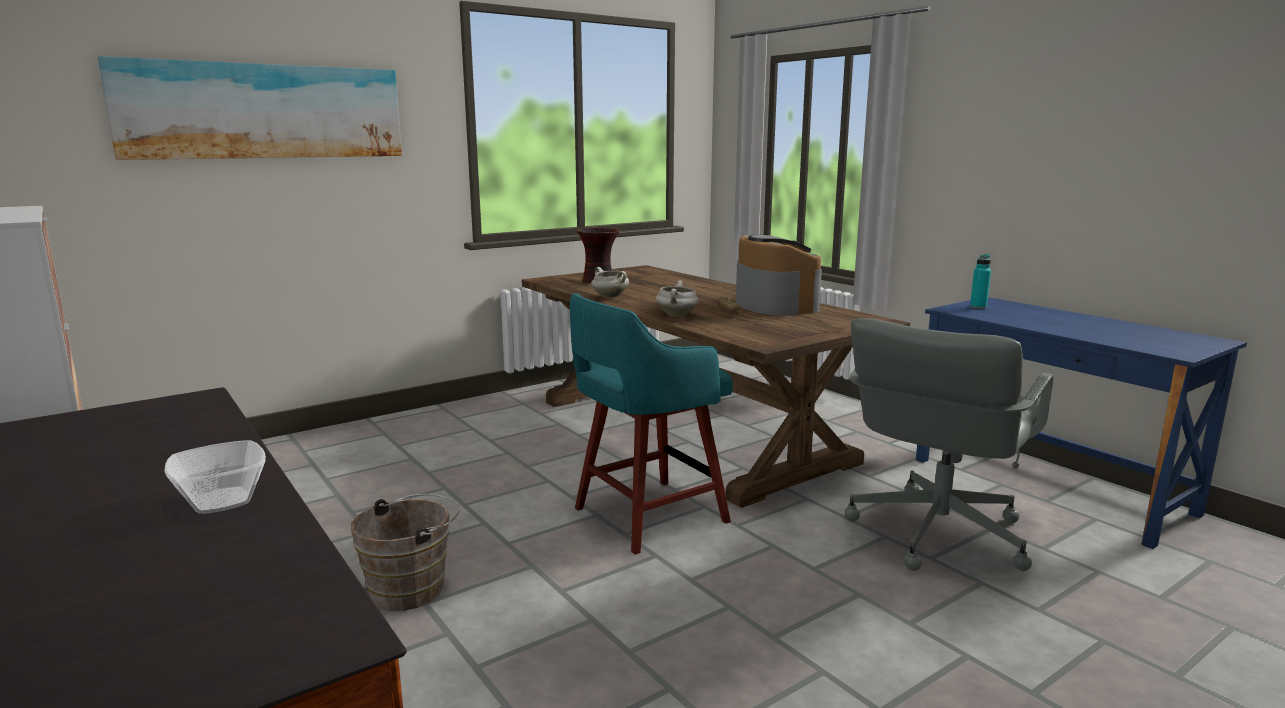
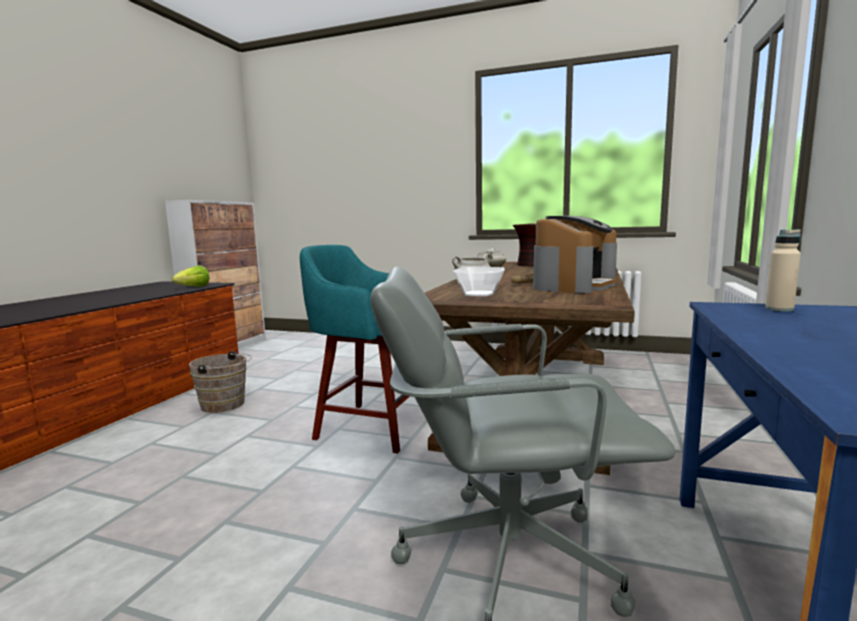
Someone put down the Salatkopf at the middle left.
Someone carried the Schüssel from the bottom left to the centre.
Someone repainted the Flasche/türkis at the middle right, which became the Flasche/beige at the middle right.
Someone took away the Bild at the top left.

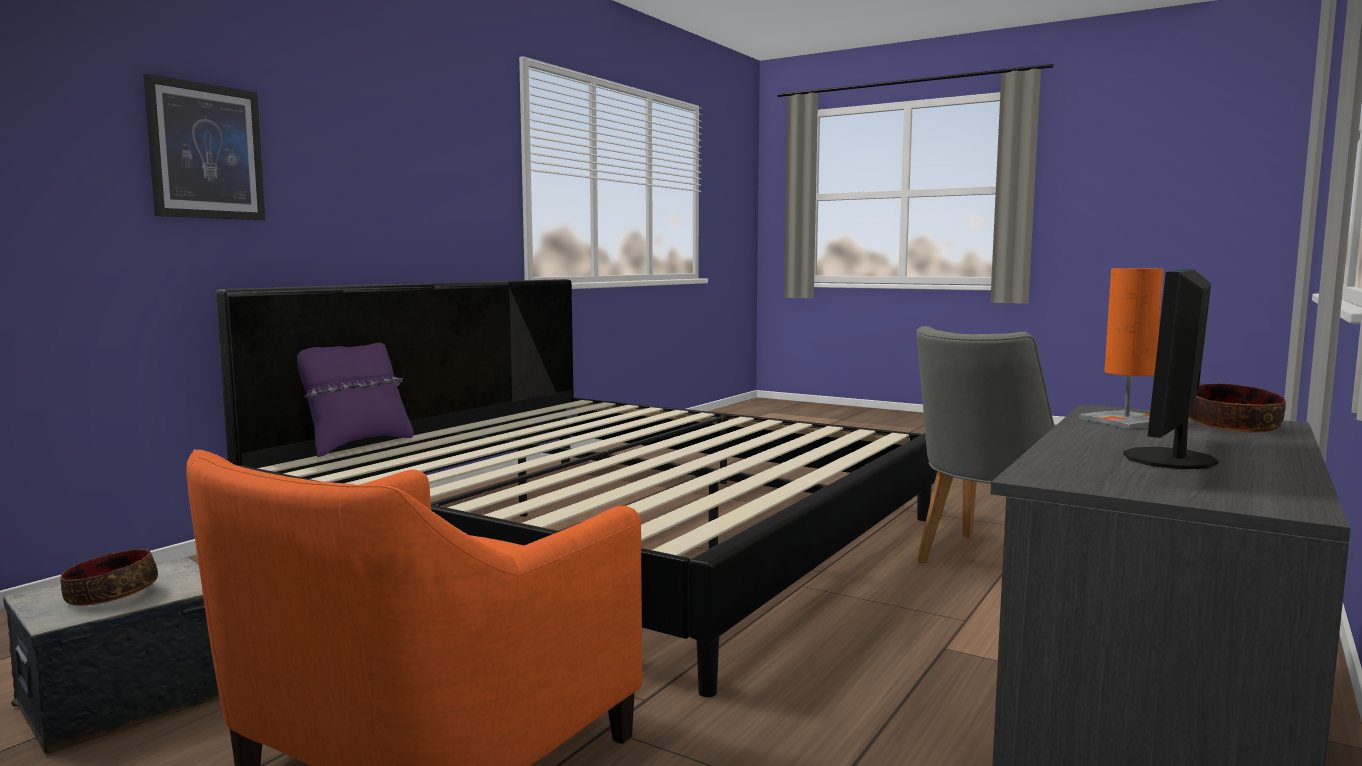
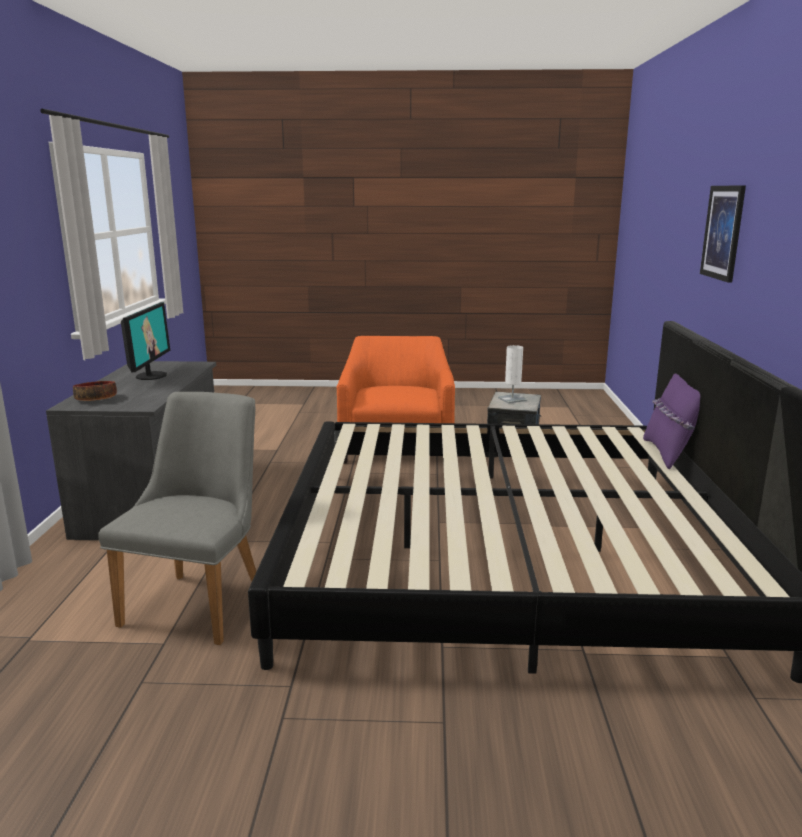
Someone swapped the Schüssel (1st from left) at the bottom left for the Tischlampe/weiß at the centre.
Someone took away the Tischlampe/orange at the middle right.

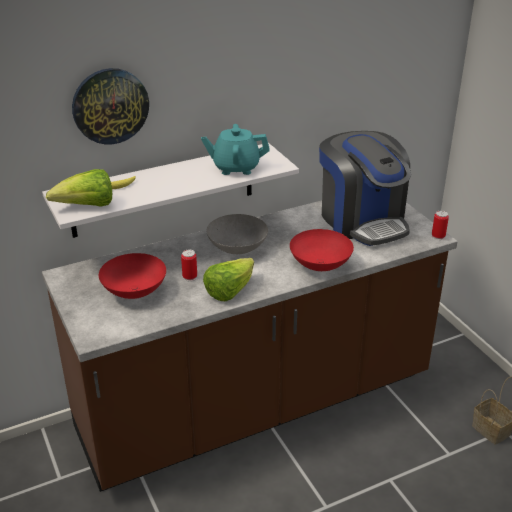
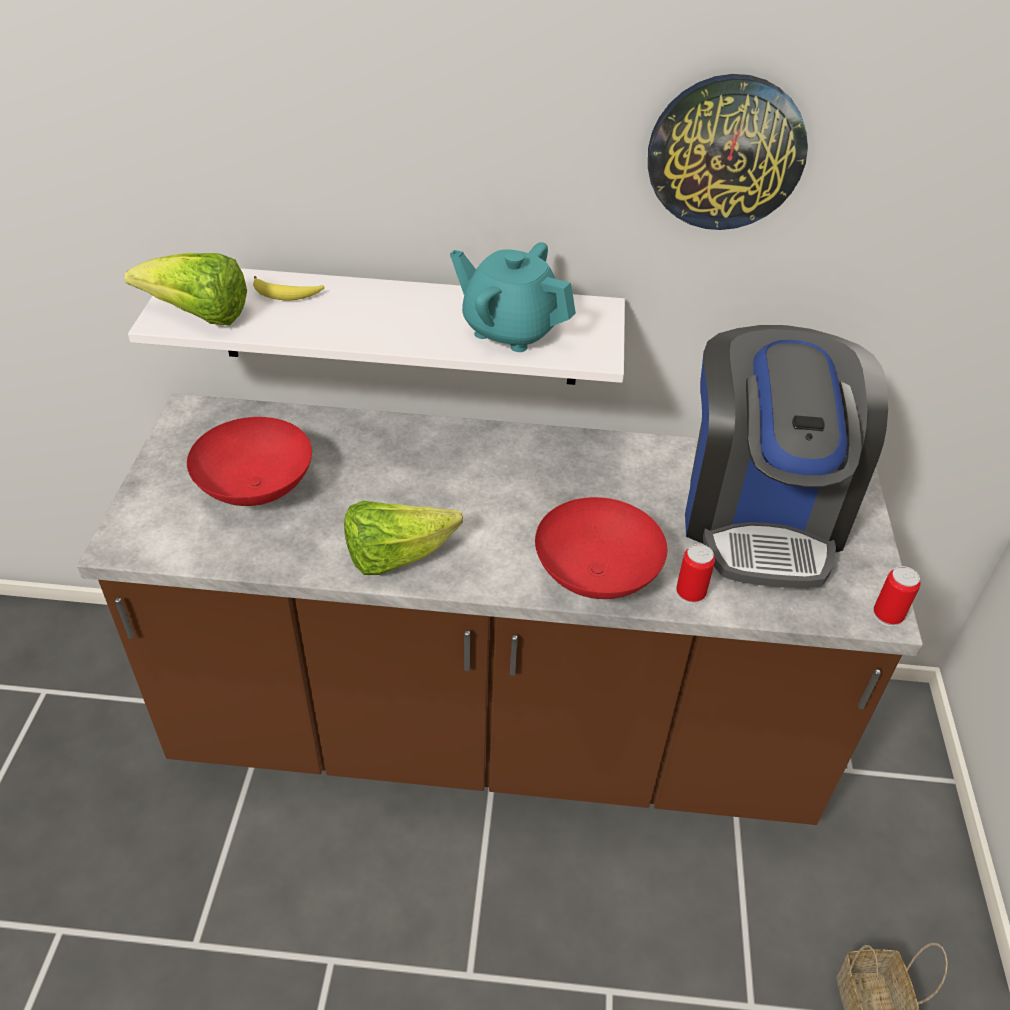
Someone carried the Wanduhr from the top left to the top right.
Someone carried the Dose (1st from left) from the centre to the middle right.
Someone took away the Schüssel/grau at the centre.

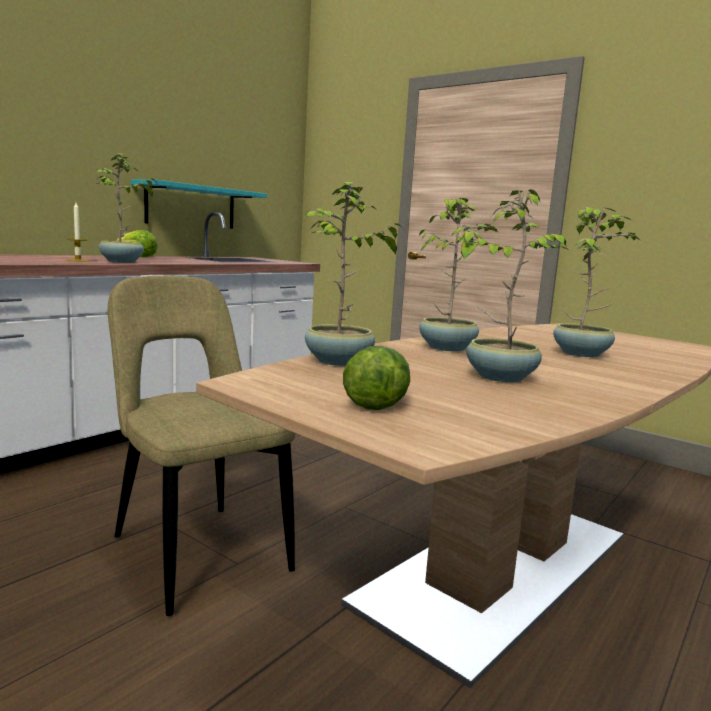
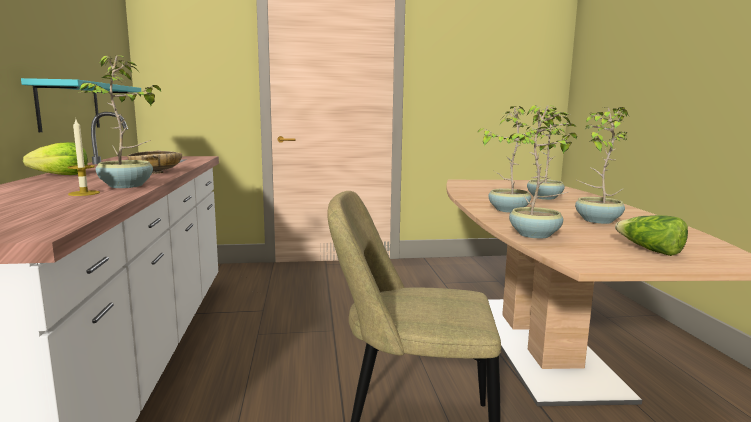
Someone put down the Schüssel/beige at the middle left.

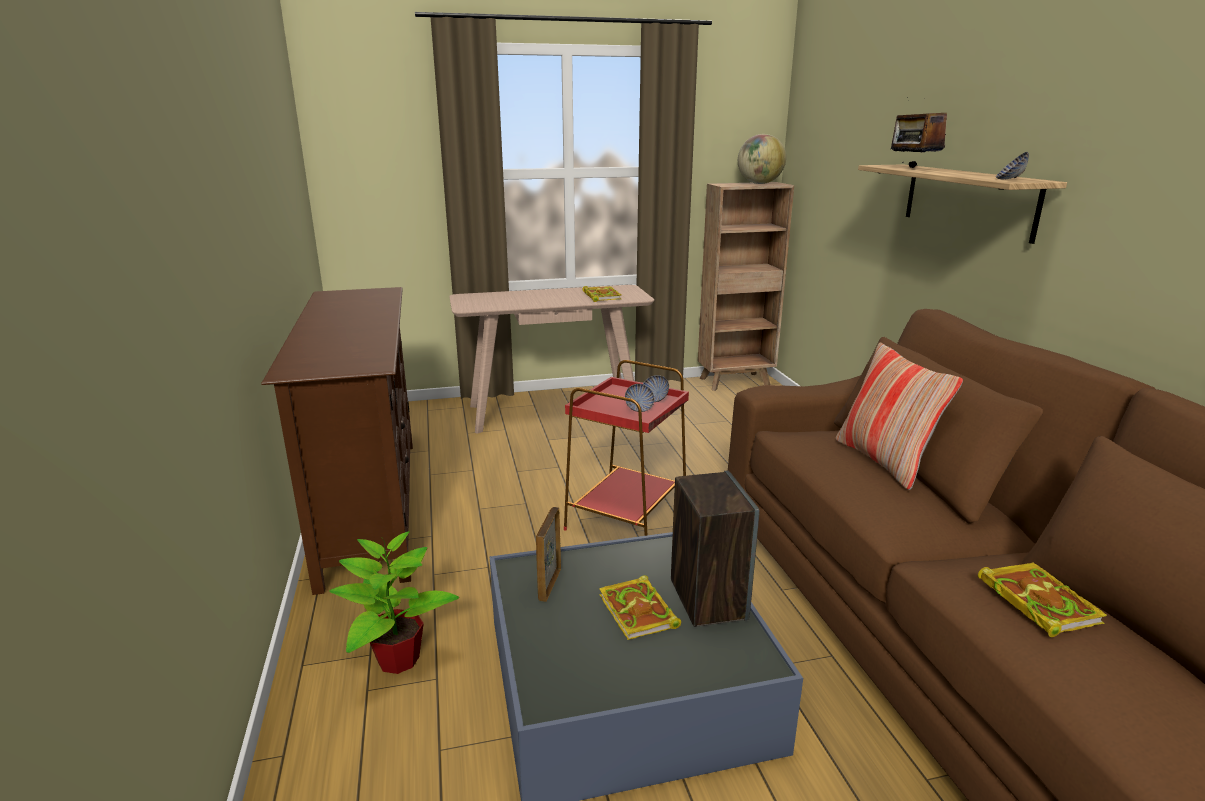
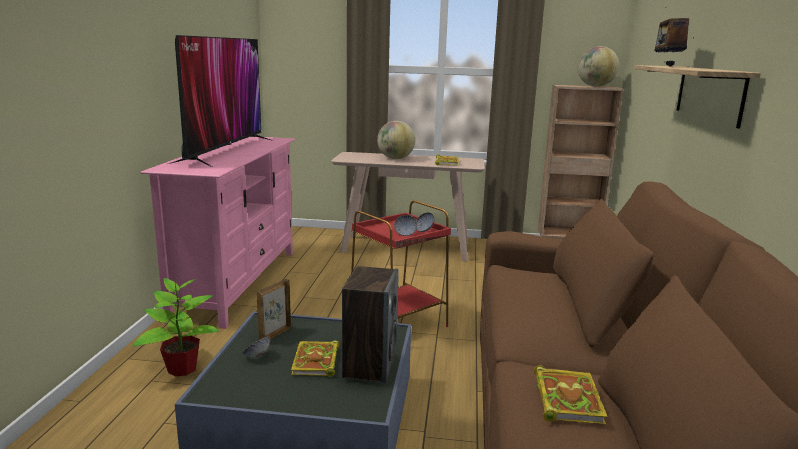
Someone repainted the Fernsehschrank/braun at the middle left, which became the Fernsehschrank/rosa at the middle left.
Someone put down the Fernseher at the top left.
Someone carried the Schüssel (3rd from left in the first image) from the top right to the bottom left.
Someone put down the Globus (1st from left) at the top centre.
Someone took away the Kissen at the middle right.

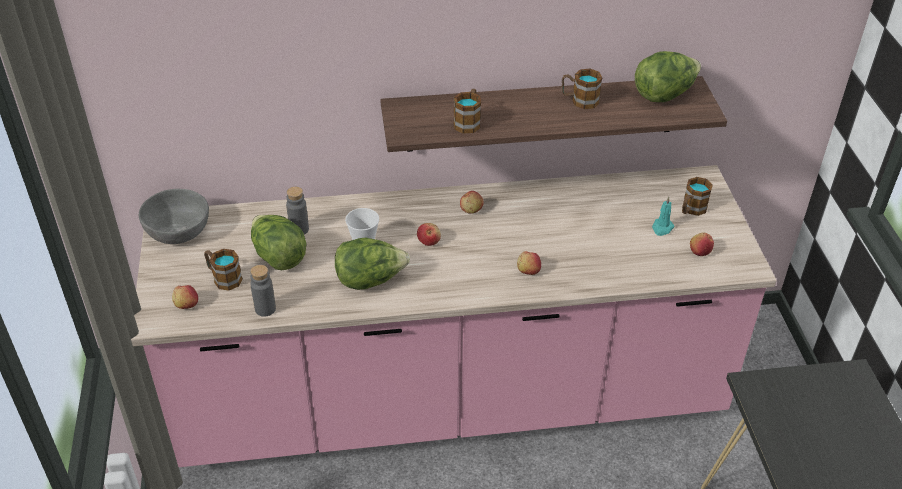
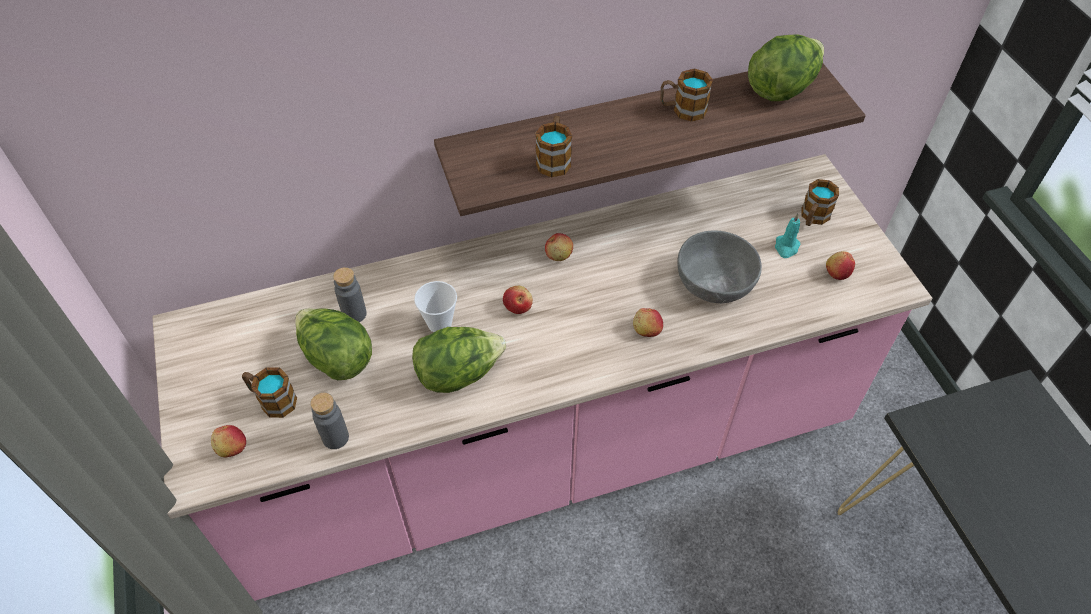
Someone carried the Schüssel/grau from the middle left to the centre.

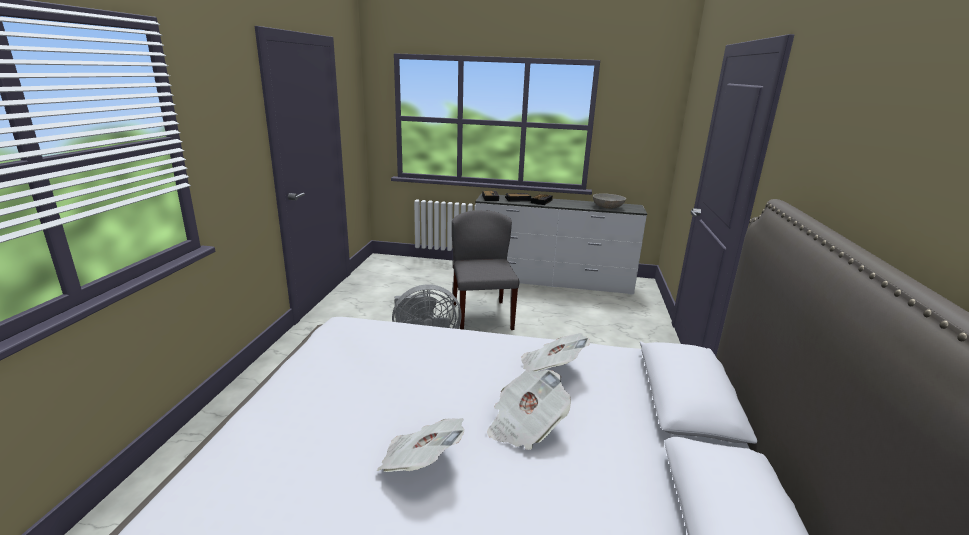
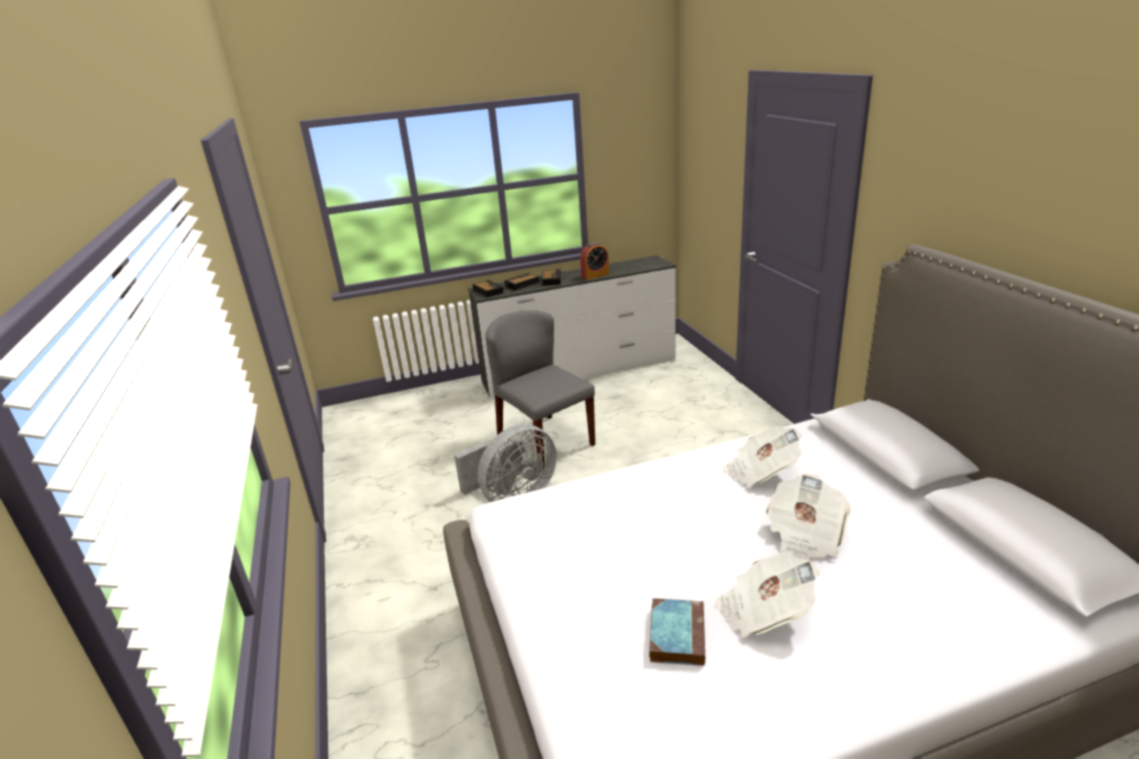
Someone put down the Wecker (4th from left) at the centre.
Someone put down the Buch at the bottom centre.
Someone took away the Schüssel/grau at the centre.

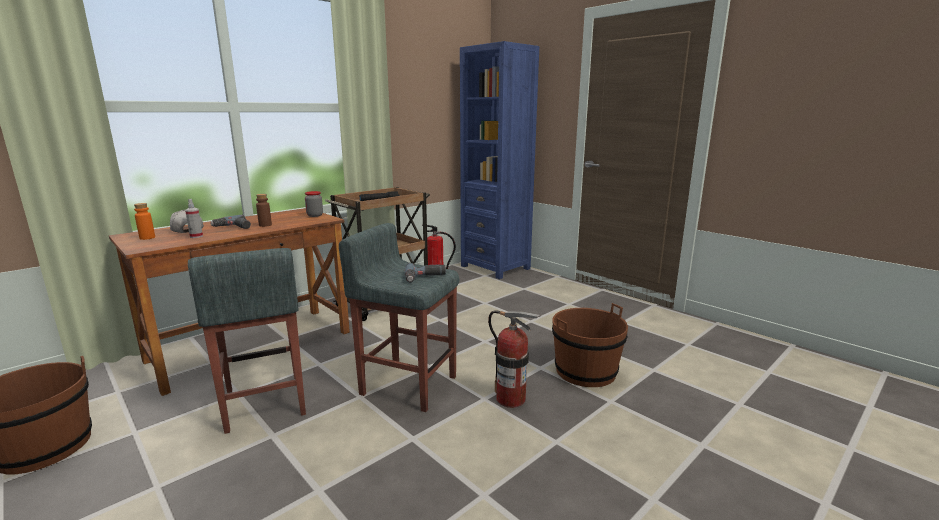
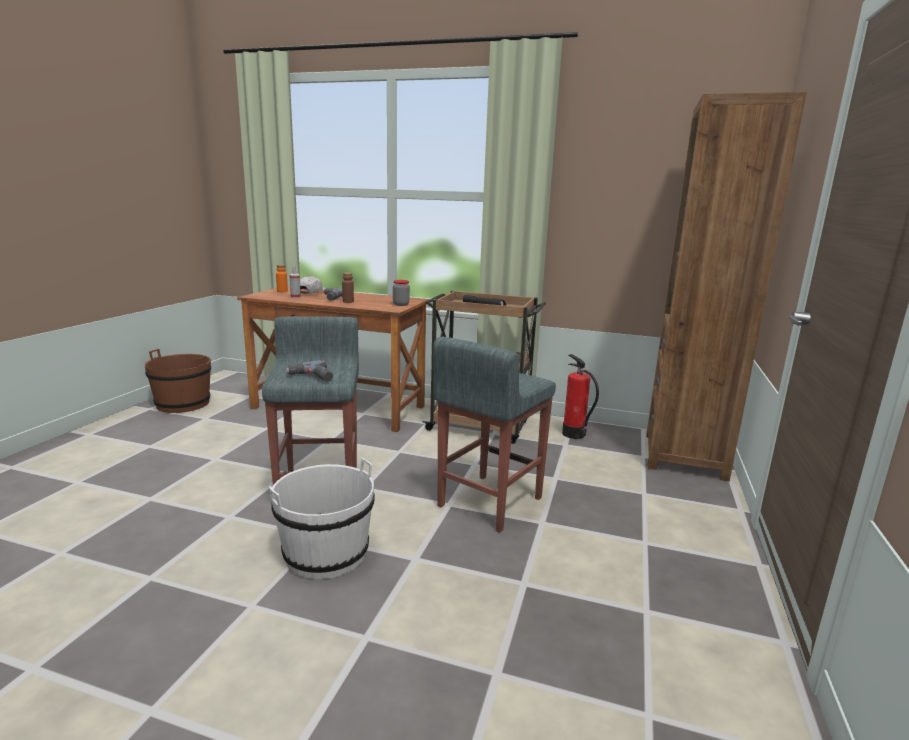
Someone swapped the Feuerlöscher (2nd from left) at the bottom centre for the Eimer/weiß at the bottom centre.
Someone carried the Hocker/grau (1st from left in the first image) from the middle left to the centre.
Someone repainted the Bücherregal/blau at the top centre, which became the Bücherregal/braun at the middle right.
Someone took away the Eimer/braun (2nd from left) at the centre.

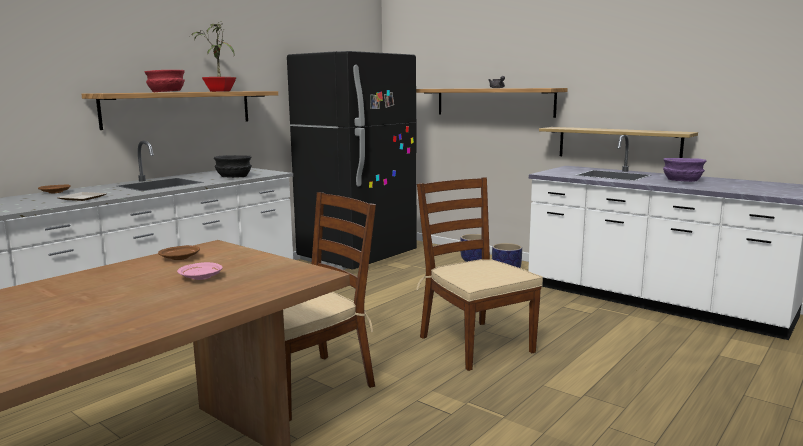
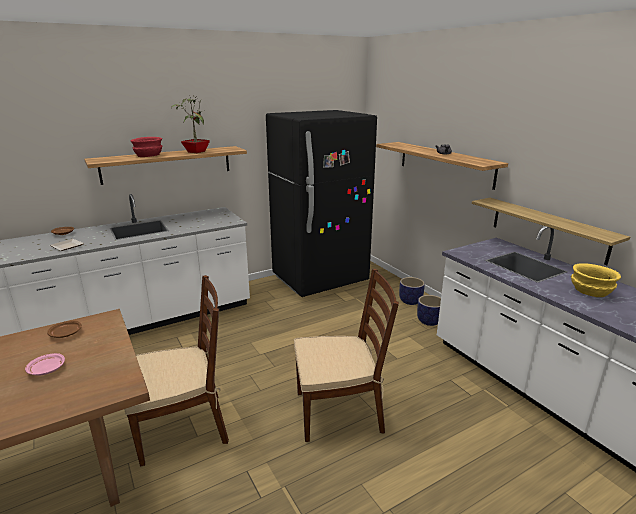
Someone rotated the Stuhl/braun (2nd from left) at the centre by 90 degrees clockwise.
Someone repainted the Schüssel/lila at the middle right, which became the Schüssel/gelb at the middle right.
Someone took away the Schüssel/schwarz at the middle left.

